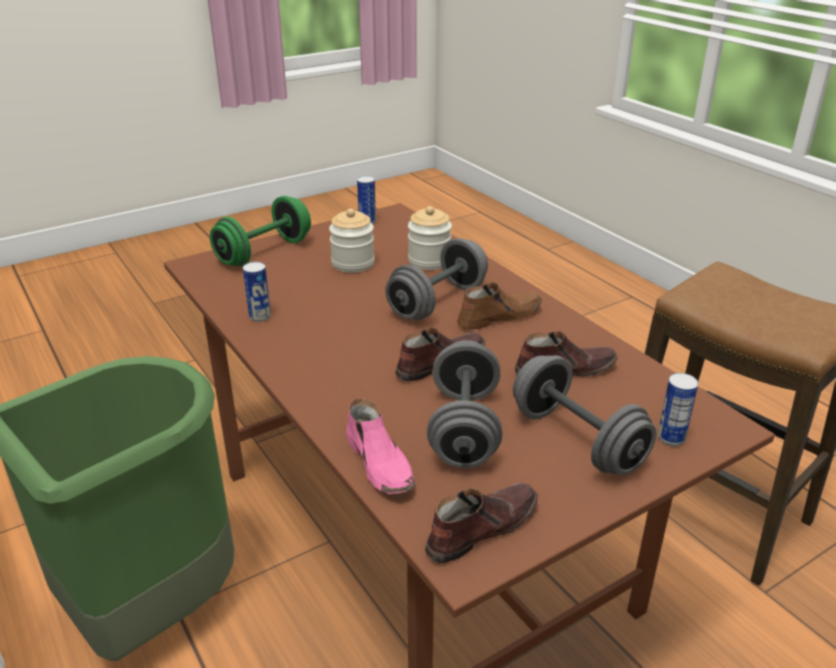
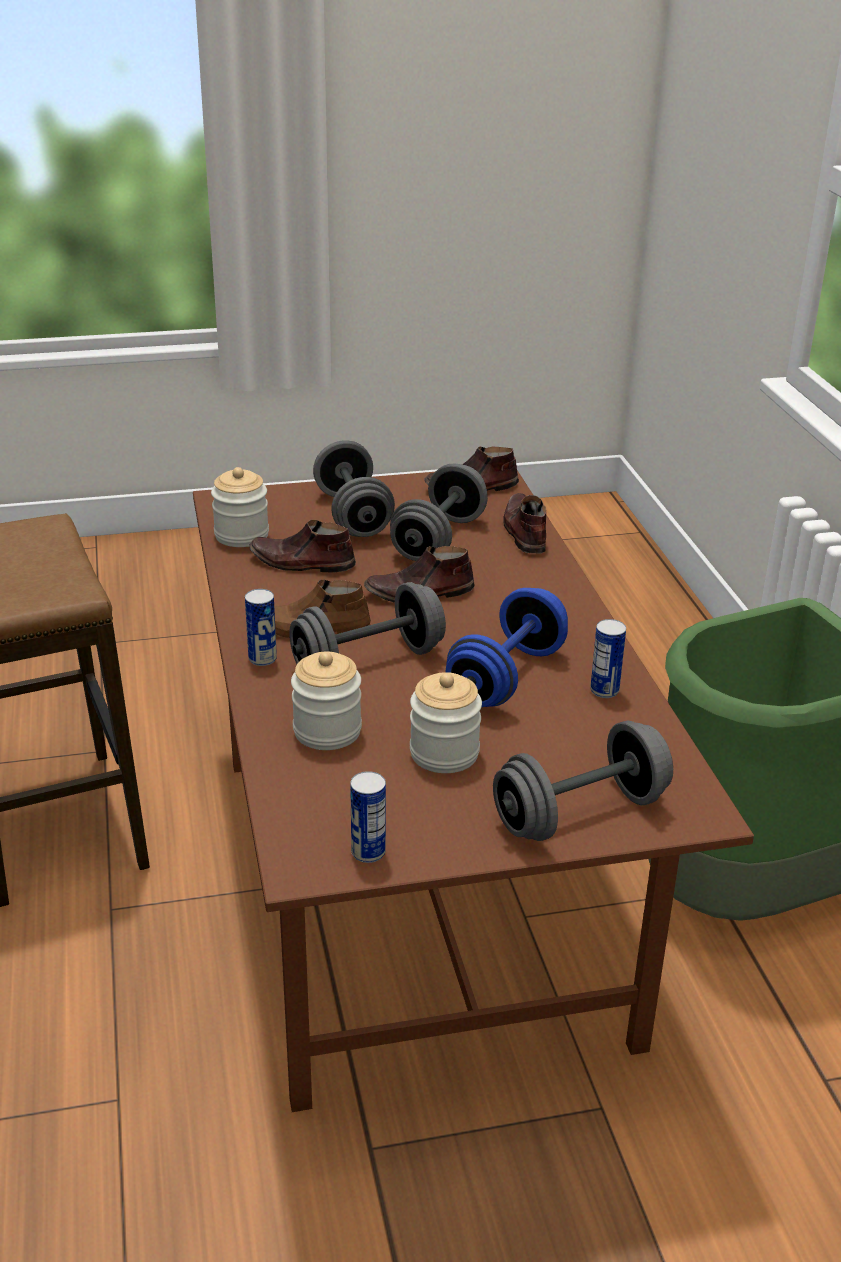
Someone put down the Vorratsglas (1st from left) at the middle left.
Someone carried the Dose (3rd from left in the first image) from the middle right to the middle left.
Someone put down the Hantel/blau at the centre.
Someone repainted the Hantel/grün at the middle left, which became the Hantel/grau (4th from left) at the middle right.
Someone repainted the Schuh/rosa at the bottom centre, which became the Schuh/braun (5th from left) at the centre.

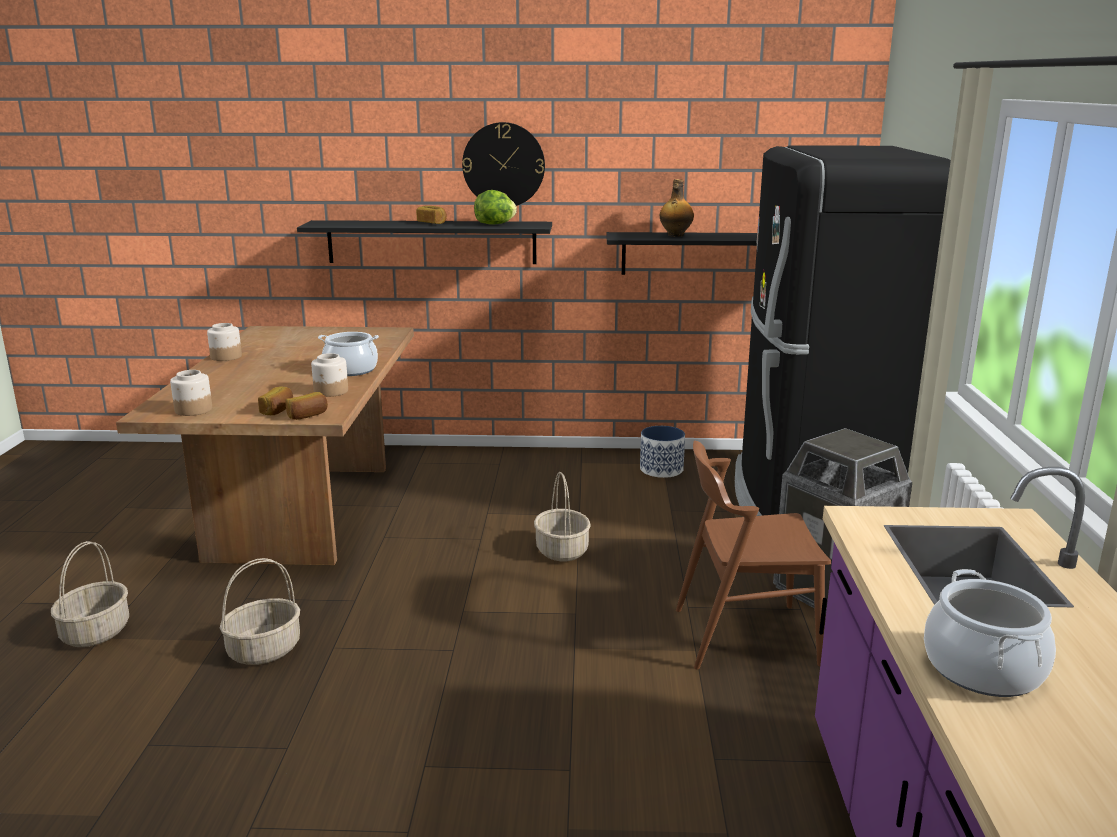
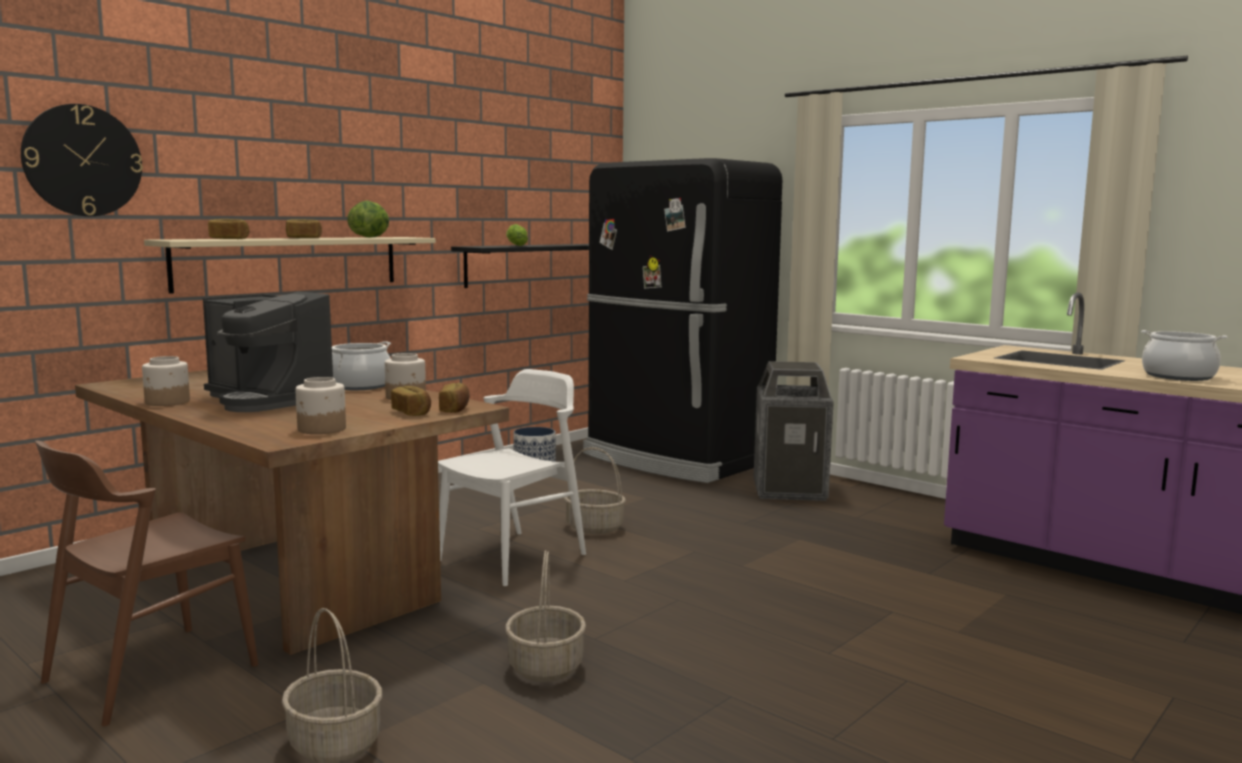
Someone carried the Wanduhr from the top centre to the top left.
Someone carried the Stuhl/braun from the middle right to the bottom left.
Someone repainted the Wandregal/schwarz (1st from left) at the top centre, which became the Wandregal/beige at the middle left.
Someone put down the Kaffeemaschine at the middle left.
Someone put down the Brot (1st from left) at the top left.
Someone put down the Stuhl/weiß at the centre.
Someone swapped the Flasche at the top centre for the Salatkopf (2nd from left) at the top centre.

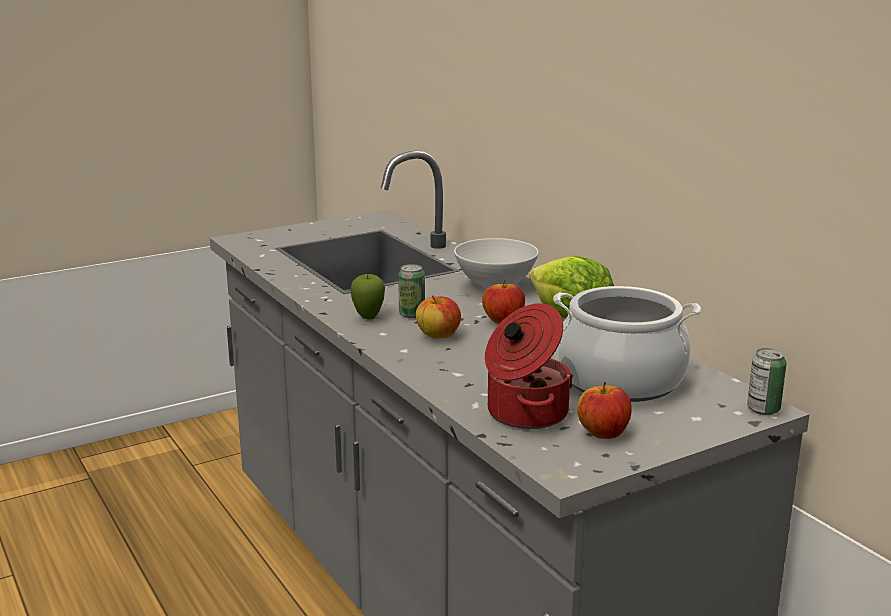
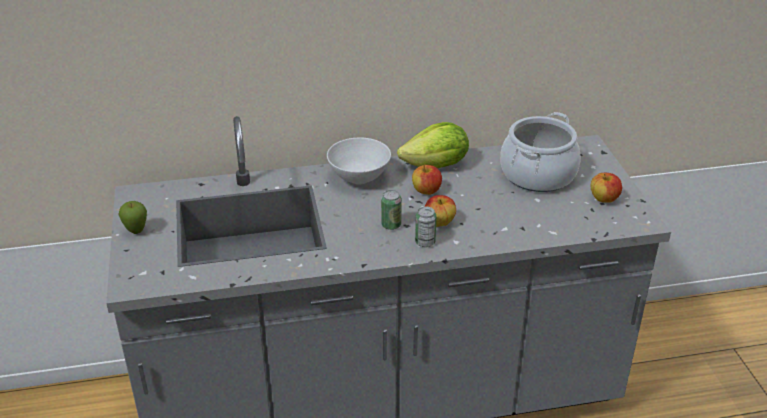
Someone carried the Apfel (1st from left) from the centre to the middle left.
Someone carried the Dose (2nd from left) from the middle right to the centre.
Someone took away the Kochtopf (1st from left) at the centre.

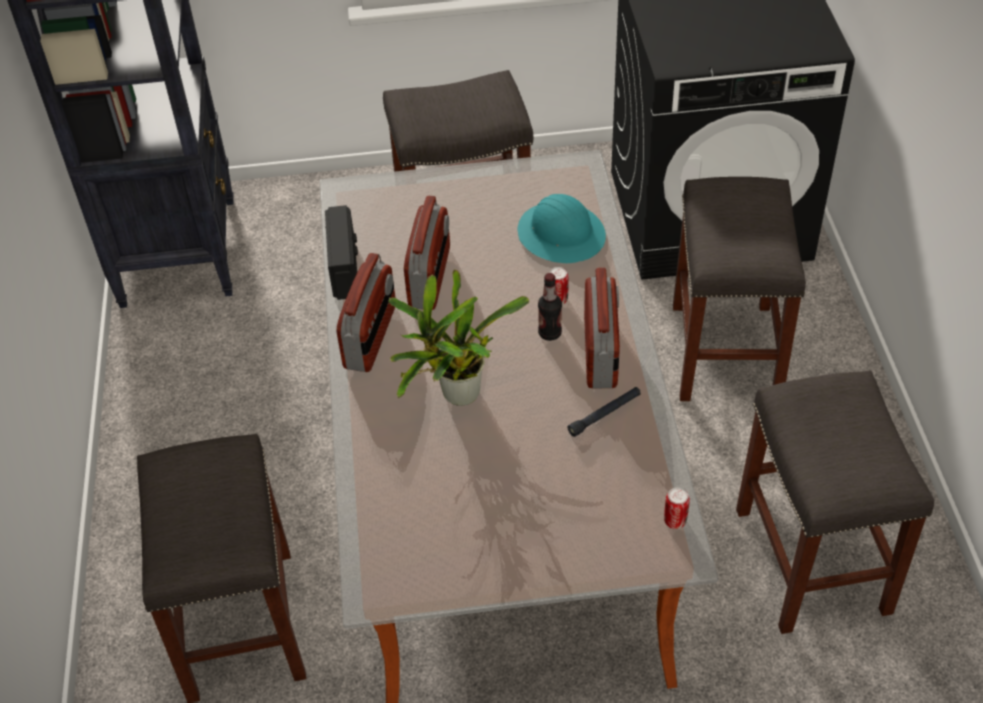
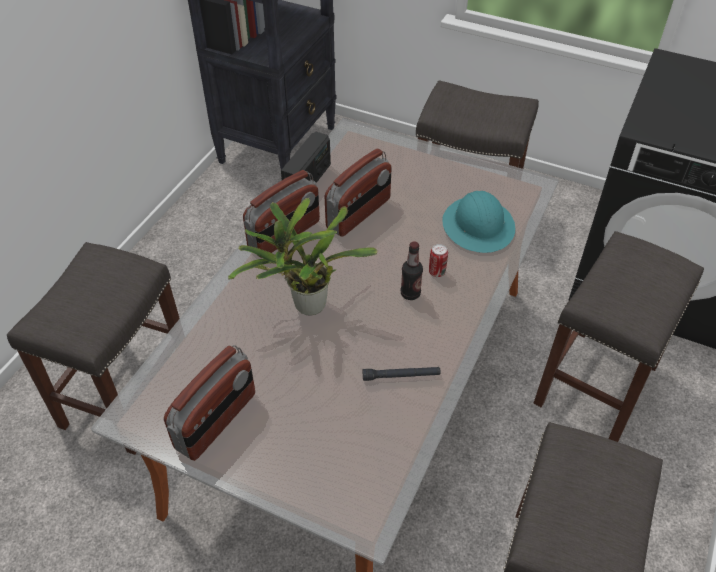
Someone carried the Radio (4th from left in the first image) from the centre to the bottom left.
Someone took away the Dose (2nd from left) at the bottom right.

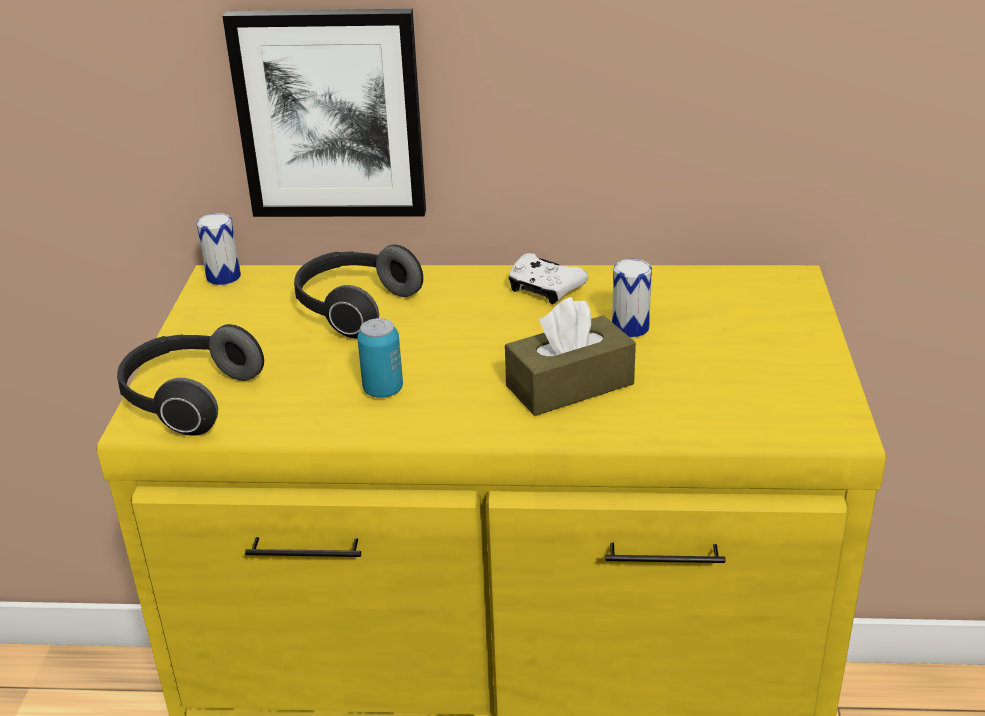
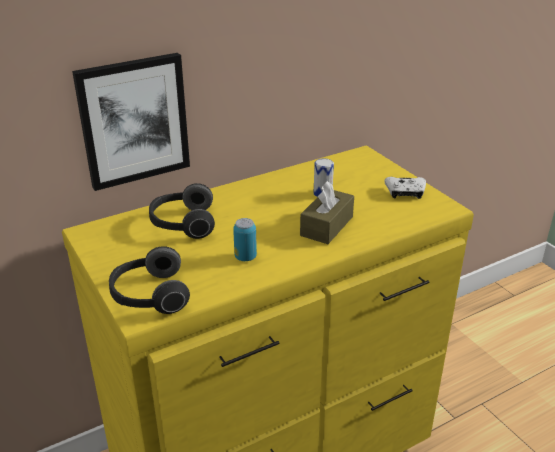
Someone carried the Gamepad/weiß from the centre to the middle right.
Someone took away the Dose (1st from left) at the middle left.

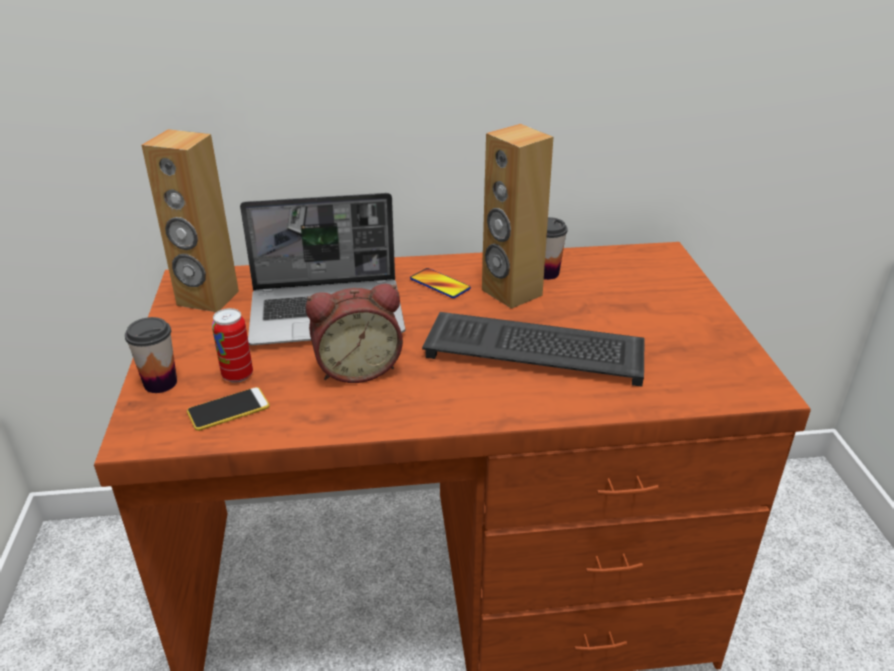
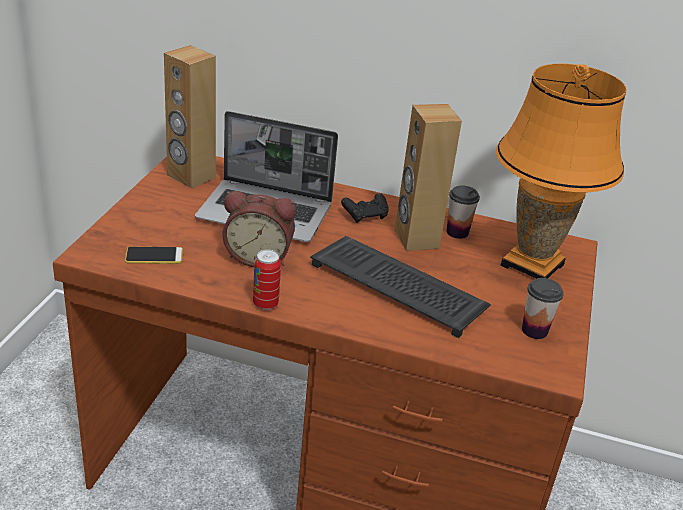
Someone carried the Dose from the middle left to the centre.
Someone swapped the Handy (2nd from left) at the centre for the Gamepad/schwarz at the centre.
Someone put down the Tischlampe/orange at the middle right.
Someone carried the Tasse (1st from left in the first image) from the middle left to the middle right.

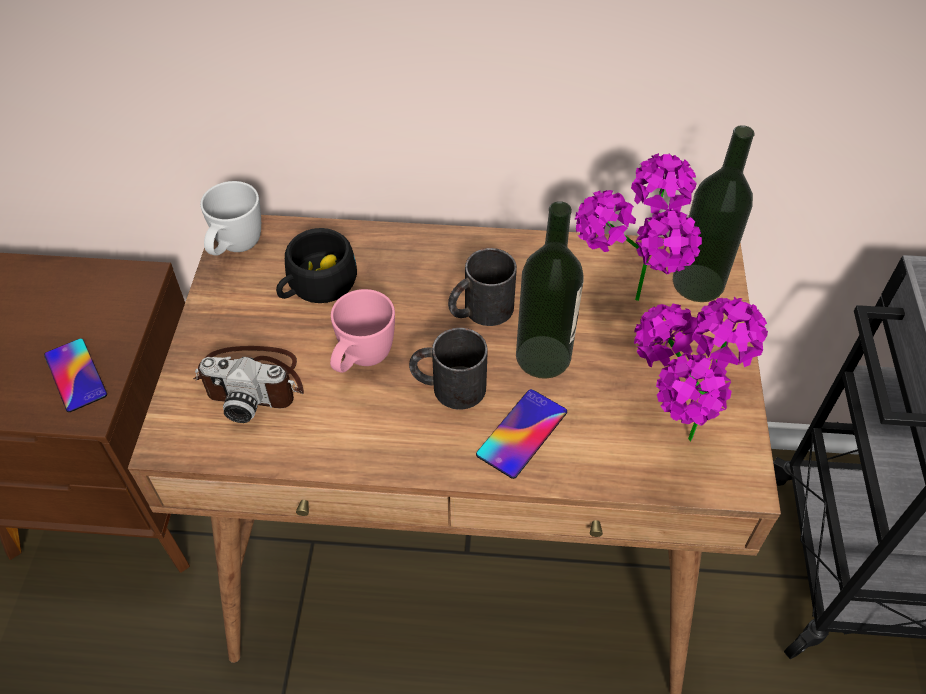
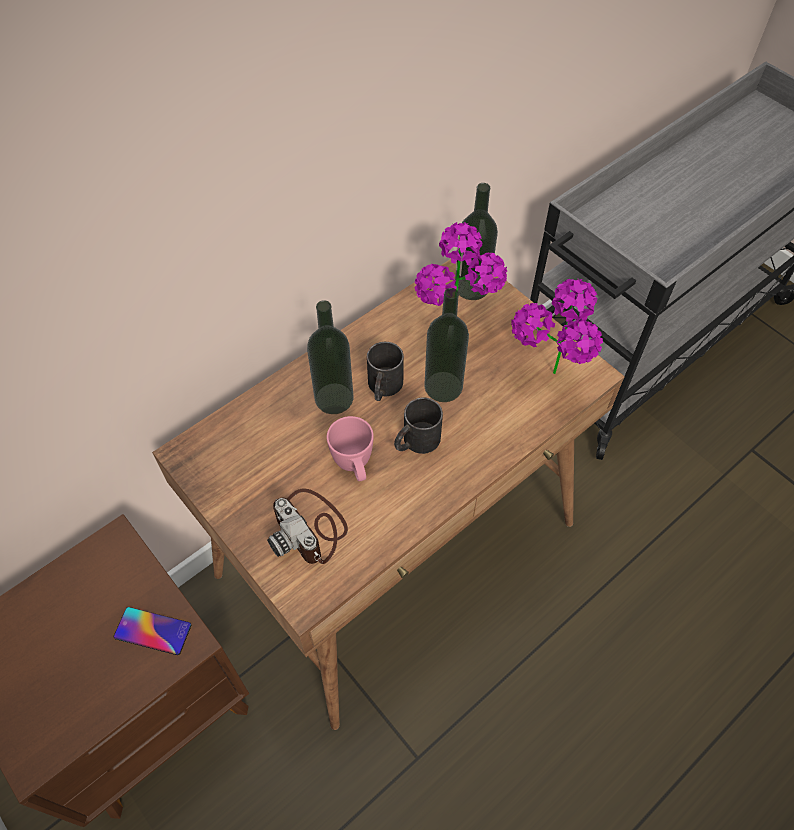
Someone rotated the Kamera at the middle left by 90 degrees clockwise.
Someone put down the Flasche (1st from left) at the centre.
Someone took away the Henkelbecher/weiß at the top left.
Someone took away the Tasse/schwarz at the centre.
Someone took away the Handy (2nd from left) at the centre.

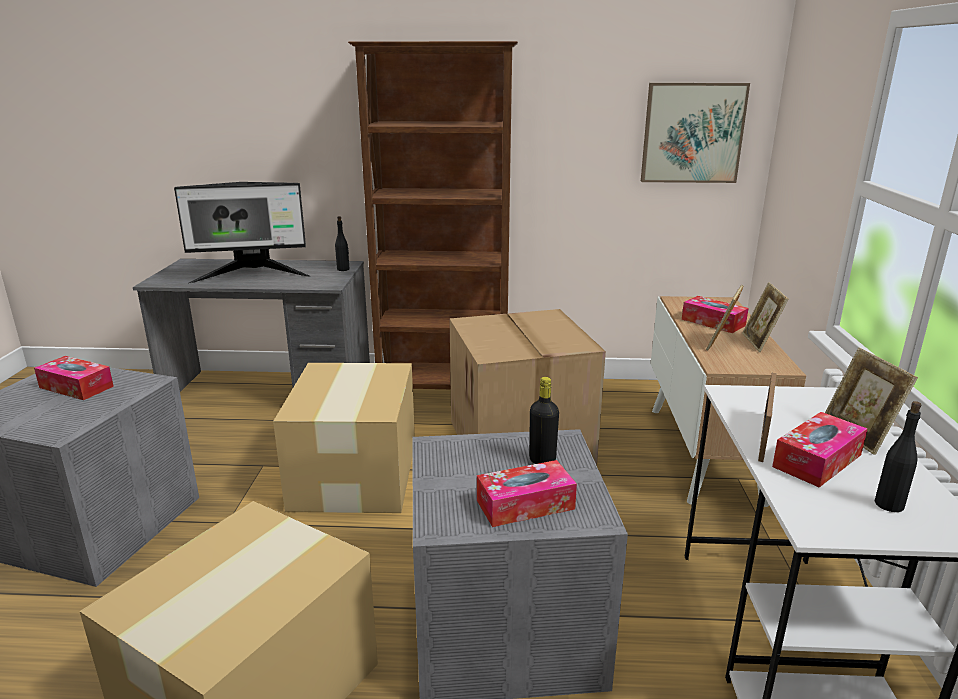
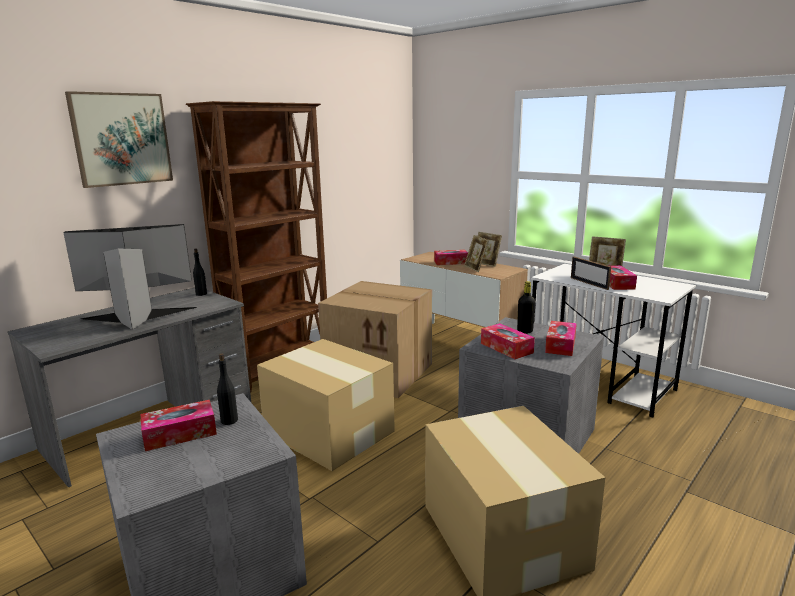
Someone rotated the Monitor at the middle left by 135 degrees counterclockwise.
Someone carried the Bild from the top right to the top left.
Someone carried the Flasche/schwarz (3rd from left in the first image) from the middle right to the middle left.
Someone put down the Taschentuchbox (3rd from left) at the centre.

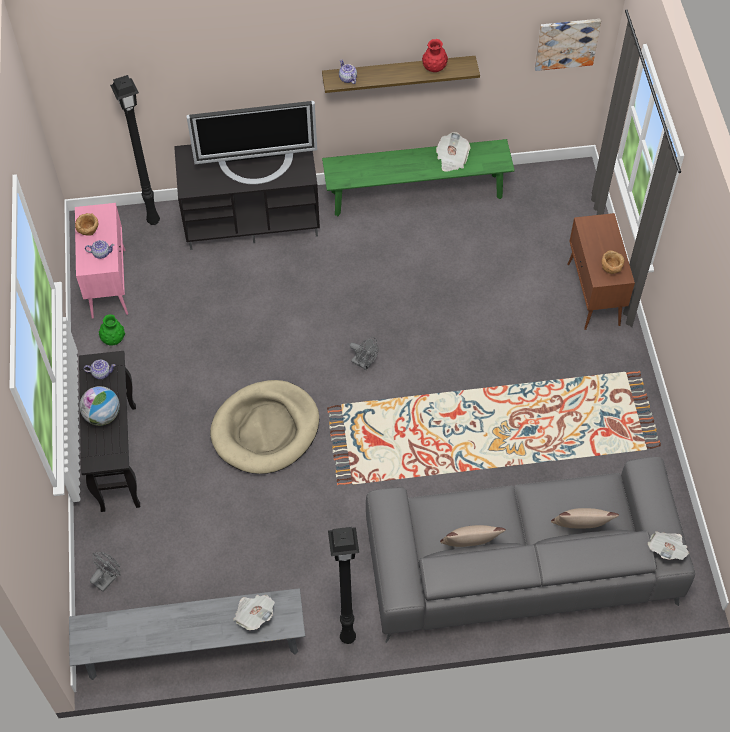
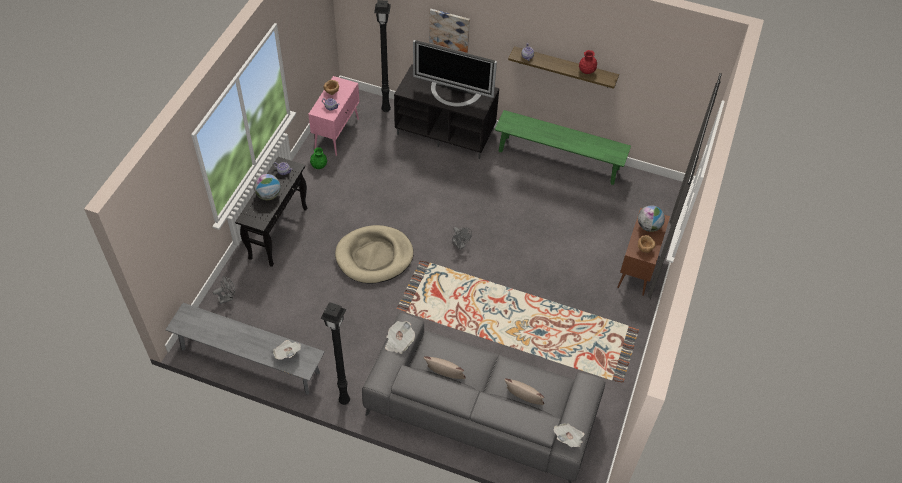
Someone carried the Zeitung (2nd from left) from the top centre to the bottom centre.
Someone carried the Bild from the top right to the top centre.
Someone put down the Globus (2nd from left) at the middle right.

